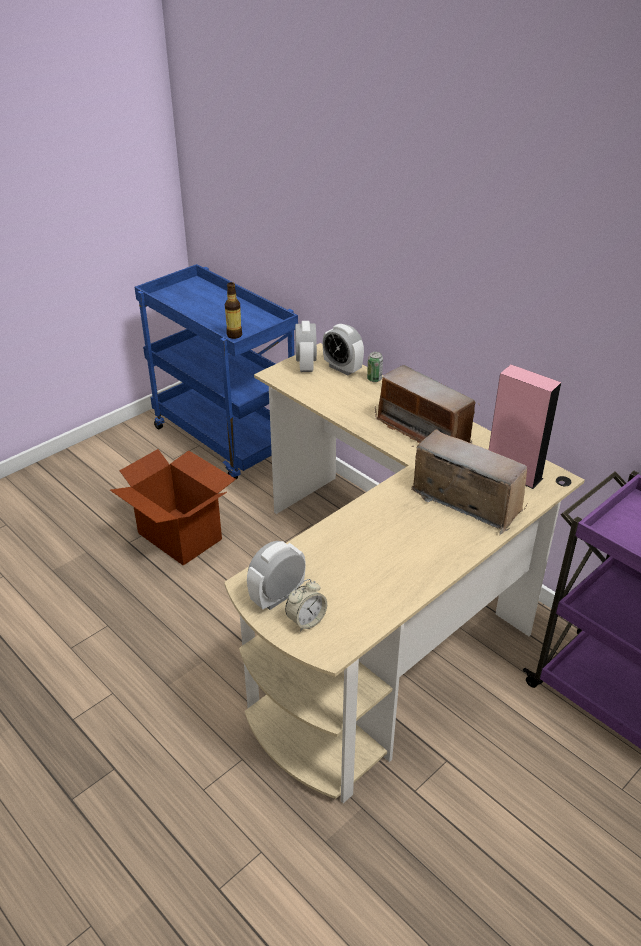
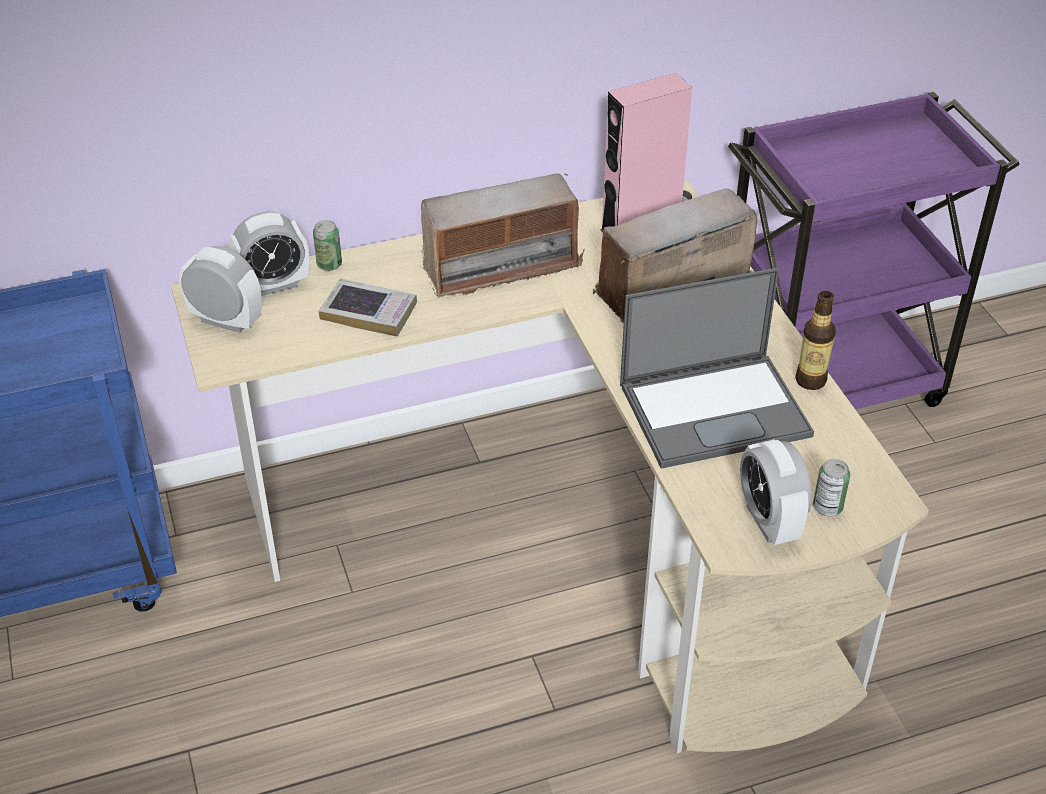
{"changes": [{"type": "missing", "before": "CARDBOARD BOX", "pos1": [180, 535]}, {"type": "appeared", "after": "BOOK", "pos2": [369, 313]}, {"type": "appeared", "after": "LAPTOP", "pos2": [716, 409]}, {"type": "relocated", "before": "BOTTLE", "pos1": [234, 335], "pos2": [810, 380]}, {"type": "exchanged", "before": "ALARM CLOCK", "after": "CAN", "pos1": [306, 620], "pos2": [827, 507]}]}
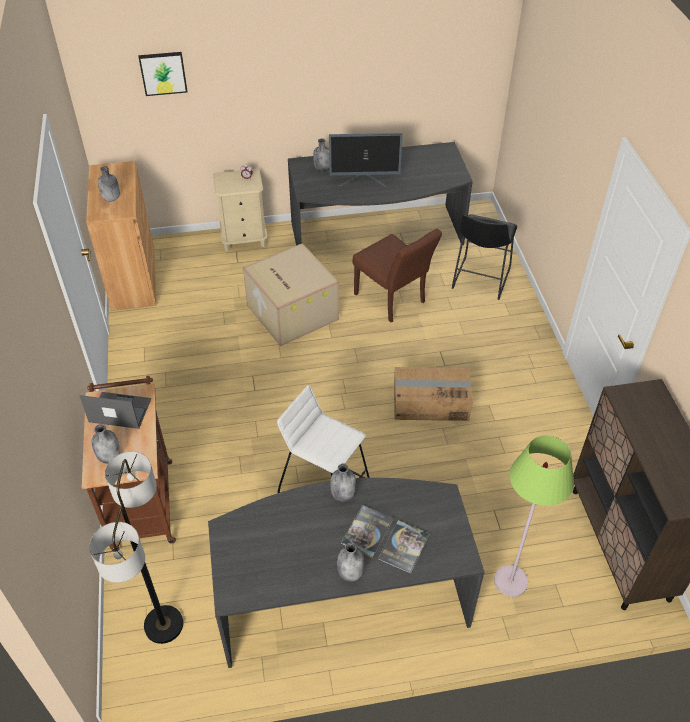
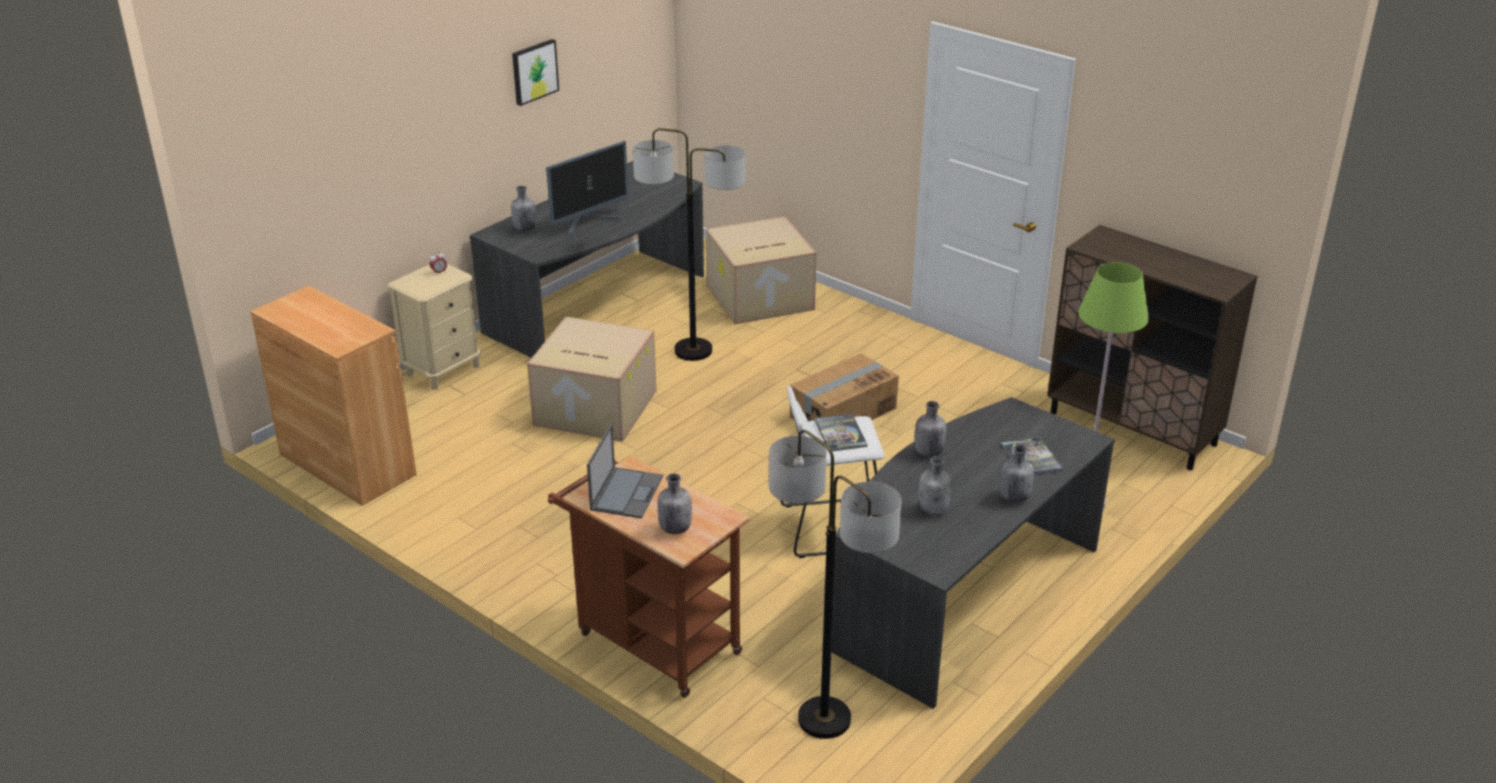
{"changes": [{"type": "relocated", "before": "GREY BOTTLE", "pos1": [112, 198], "pos2": [933, 509]}, {"type": "relocated", "before": "PICTURE", "pos1": [163, 73], "pos2": [534, 71]}, {"type": "relocated", "before": "BOOK", "pos1": [367, 531], "pos2": [840, 433]}, {"type": "exchanged", "before": "BROWN CHAIR", "after": "FLOOR LAMP", "pos1": [393, 301], "pos2": [693, 351]}, {"type": "exchanged", "before": "BLACK STOOL", "after": "CARDBOARD BOX", "pos1": [479, 281], "pos2": [759, 298]}, {"type": "spun", "before": "LAPTOP", "pos1": [119, 410], "pos2": [626, 492], "turn": 135}]}
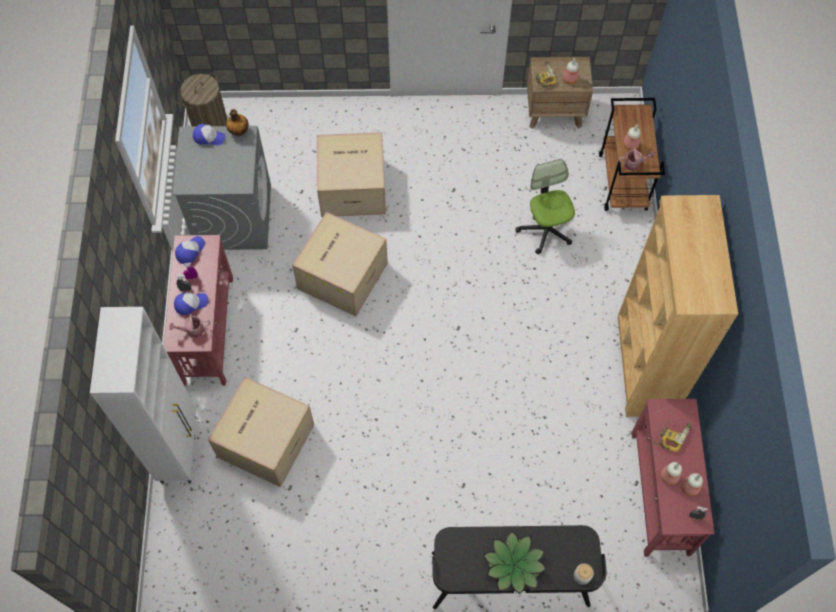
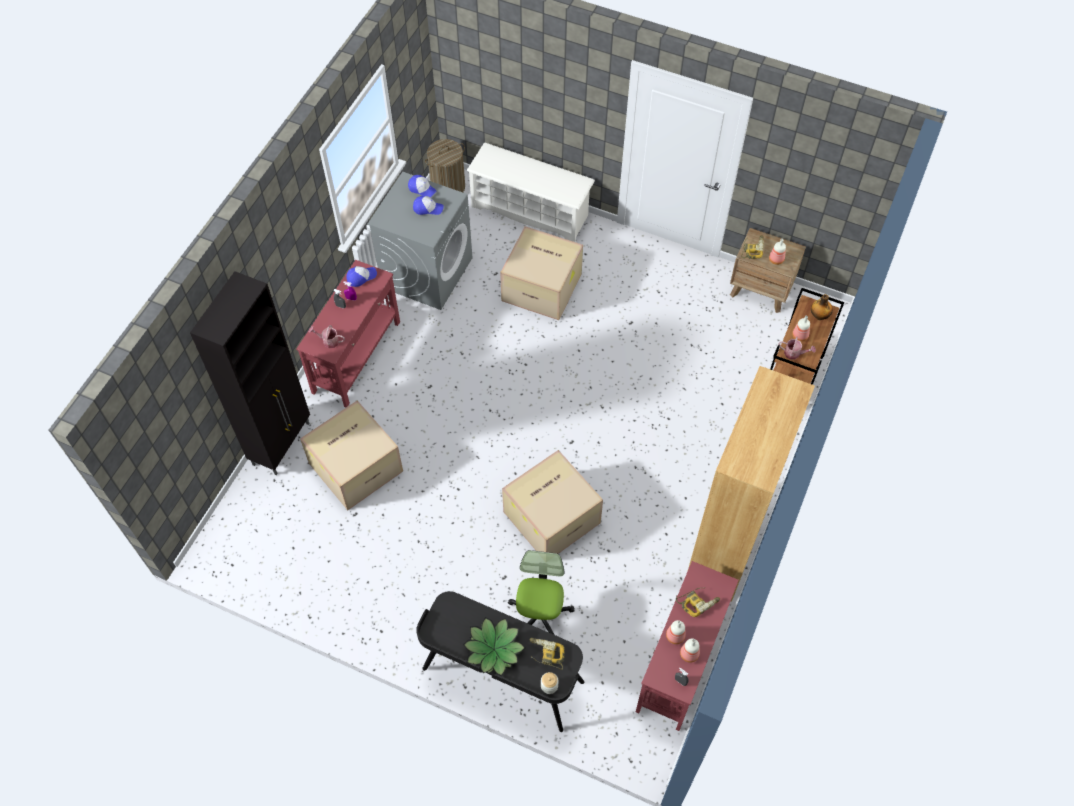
{"changes": [{"type": "appeared", "after": "WHITE SHOE RACK", "pos2": [530, 211]}, {"type": "appeared", "after": "POWER DRILL", "pos2": [546, 654]}, {"type": "relocated", "before": "CAP", "pos1": [191, 303], "pos2": [428, 208]}, {"type": "relocated", "before": "BOTTLE", "pos1": [239, 131], "pos2": [819, 316]}, {"type": "relocated", "before": "CARDBOARD BOX", "pos1": [342, 274], "pos2": [552, 516]}, {"type": "relocated", "before": "OFFICE CHAIR", "pos1": [546, 229], "pos2": [540, 614]}, {"type": "colour", "before": "WHITE CABINET", "after": "BLACK CABINET", "pos1": [179, 448], "pos2": [282, 443]}]}
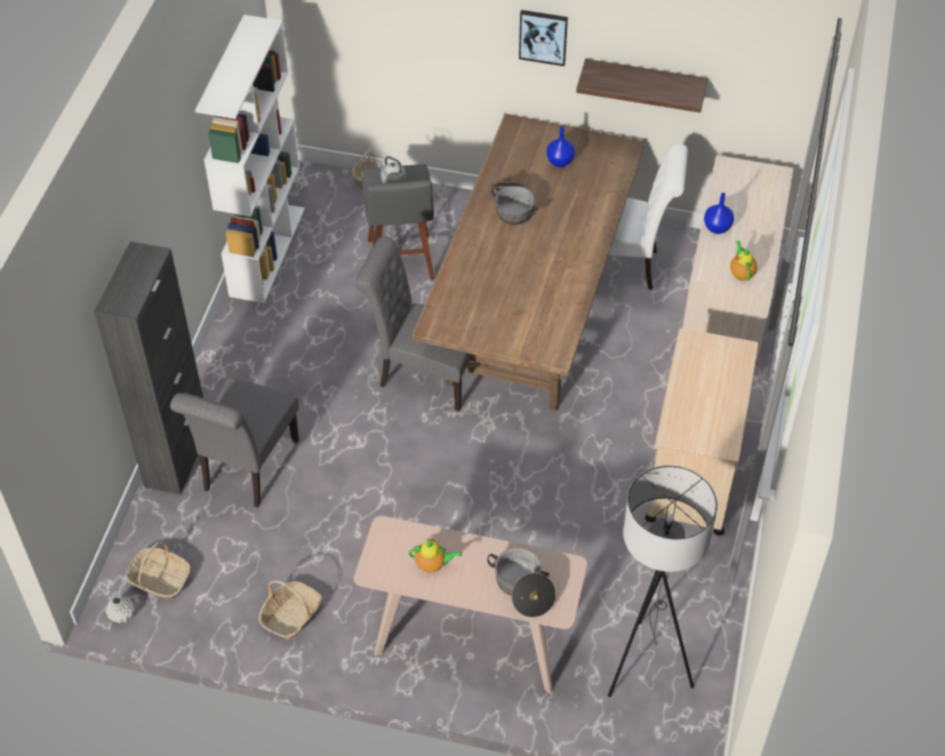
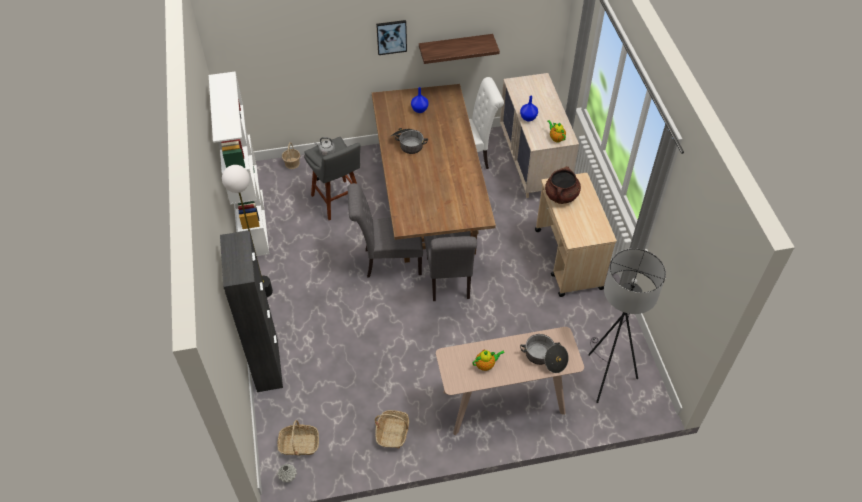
{"changes": [{"type": "appeared", "after": "FLOOR LAMP", "pos2": [265, 291]}, {"type": "appeared", "after": "BROWN COOKING POT", "pos2": [561, 196]}, {"type": "relocated", "before": "GREY CHAIR", "pos1": [247, 469], "pos2": [449, 281]}]}
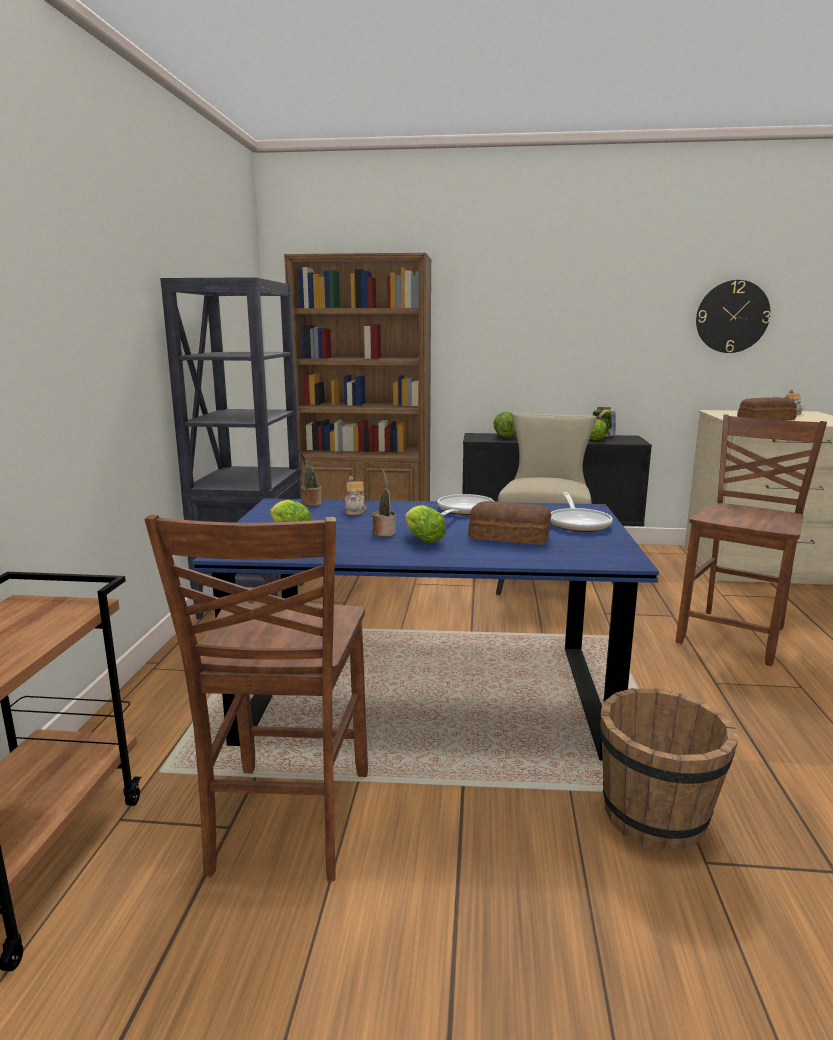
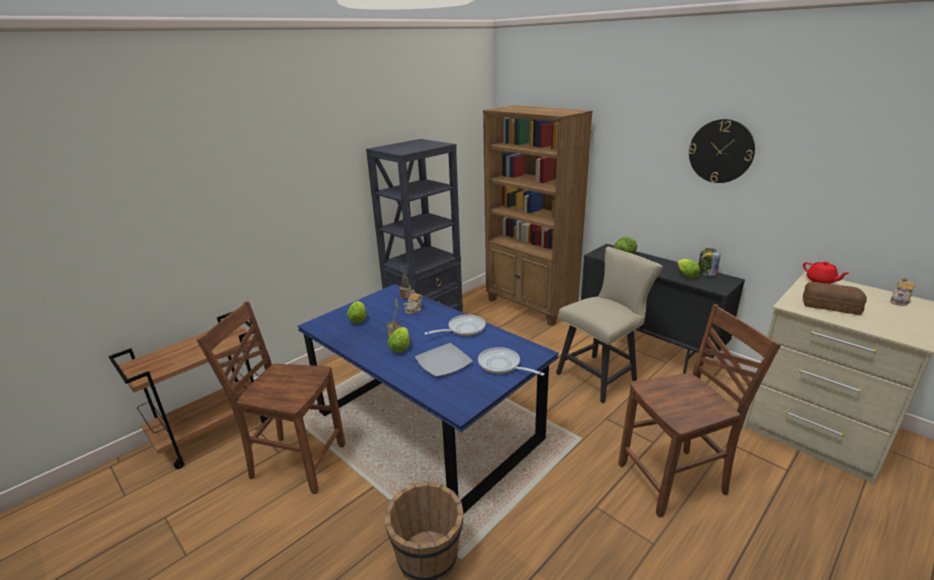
{"changes": [{"type": "appeared", "after": "RED TEAPOT", "pos2": [821, 281]}, {"type": "relocated", "before": "WALL CLOCK", "pos1": [732, 316], "pos2": [721, 151]}, {"type": "exchanged", "before": "BREAD", "after": "PLATE", "pos1": [510, 537], "pos2": [443, 362]}, {"type": "spun", "before": "BROWN CHAIR", "pos1": [287, 822], "pos2": [296, 462], "turn": 60}, {"type": "spun", "before": "FRYING PAN", "pos1": [578, 523], "pos2": [502, 365], "turn": 90}]}
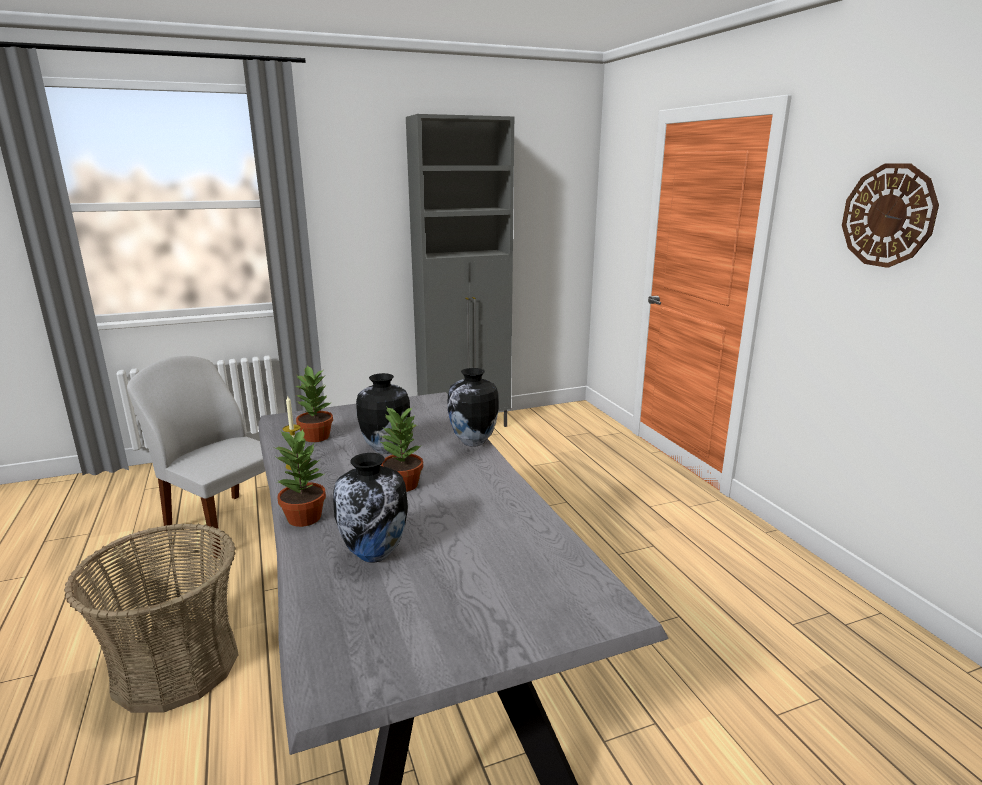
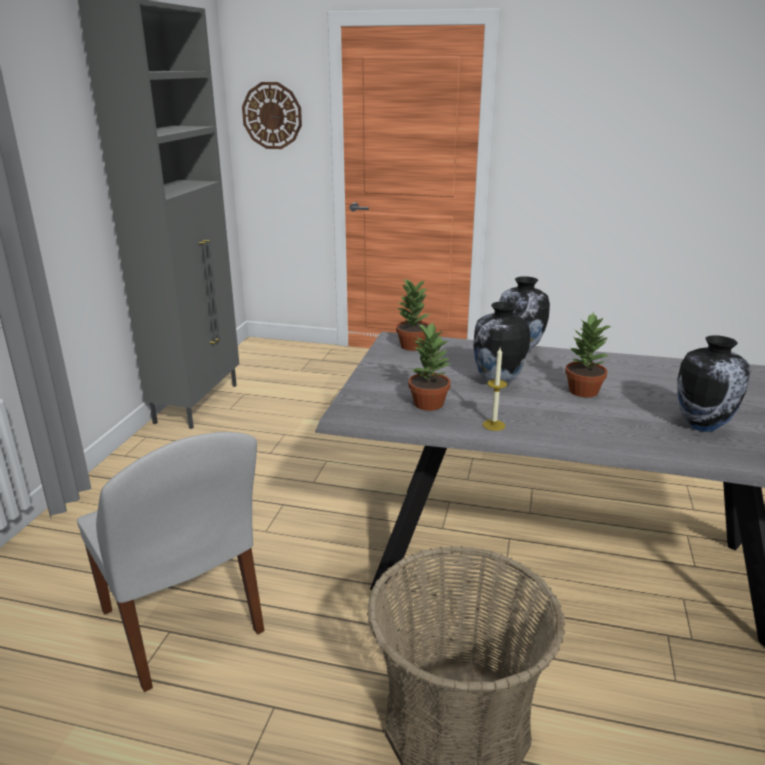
{"changes": [{"type": "relocated", "before": "POTTED PLANT", "pos1": [304, 517], "pos2": [412, 346]}, {"type": "relocated", "before": "WALL CLOCK", "pos1": [888, 215], "pos2": [272, 115]}, {"type": "spun", "before": "WHITE CHAIR", "pos1": [225, 524], "pos2": [183, 625], "turn": -105}]}
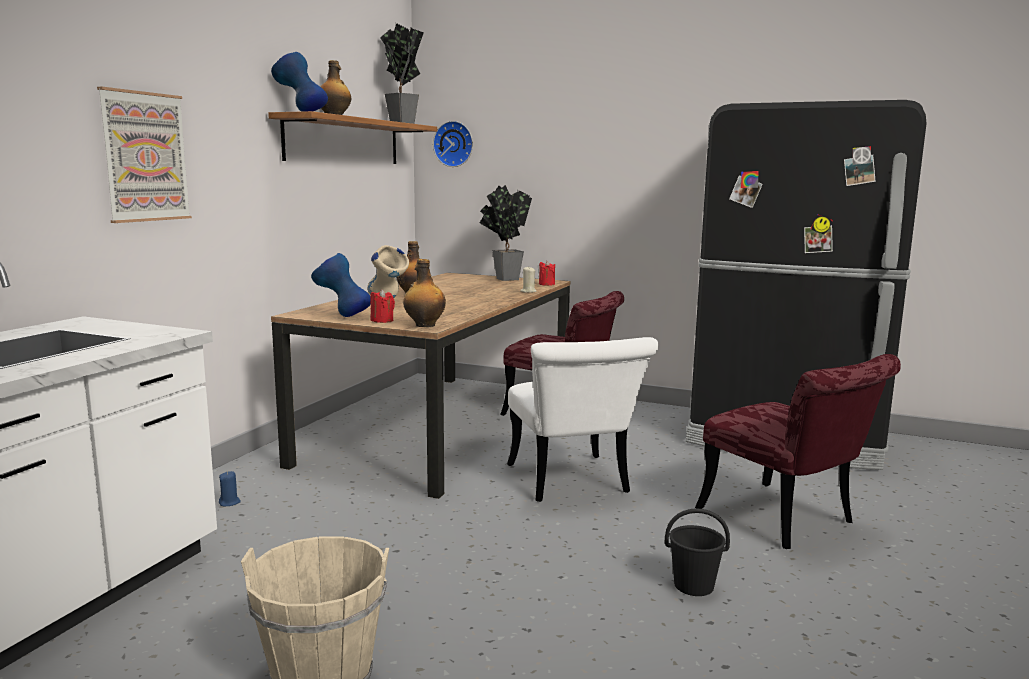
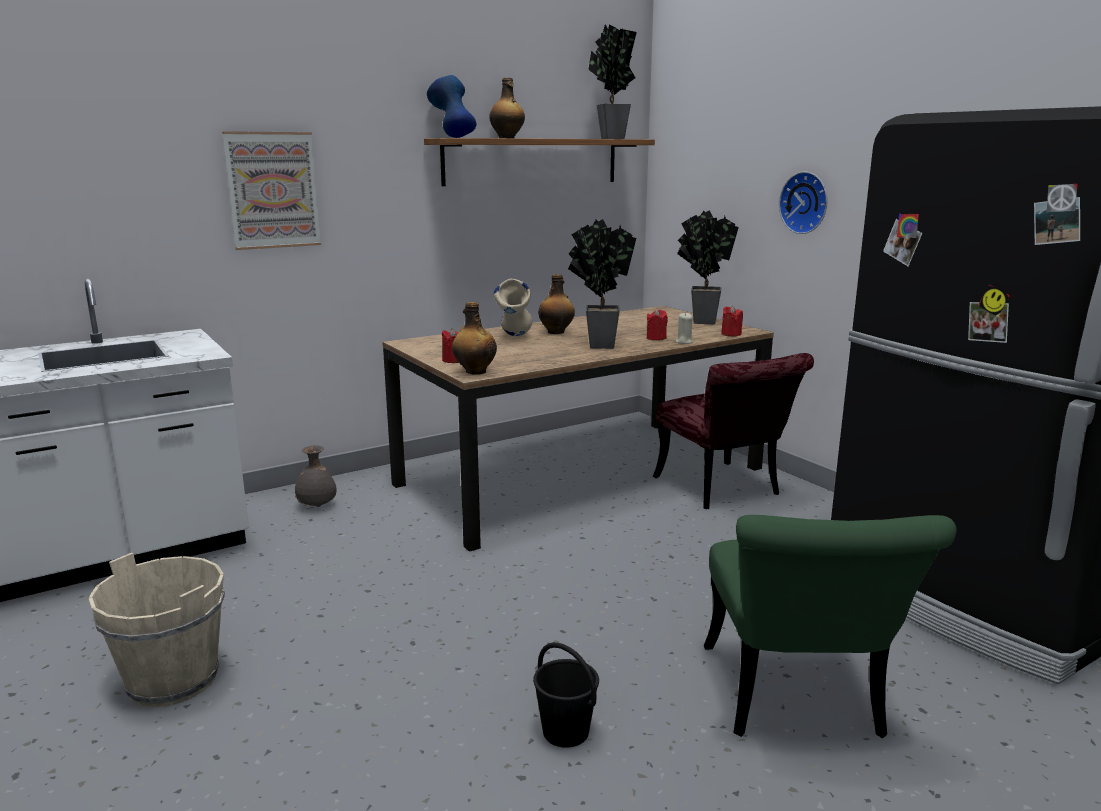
{"changes": [{"type": "missing", "before": "BLUE VASE", "pos1": [342, 316]}, {"type": "missing", "before": "WHITE CHAIR", "pos1": [572, 483]}, {"type": "appeared", "after": "POTTED PLANT", "pos2": [597, 345]}, {"type": "appeared", "after": "RED CANDLE", "pos2": [656, 338]}, {"type": "relocated", "before": "WALL CLOCK", "pos1": [454, 144], "pos2": [806, 202]}, {"type": "exchanged", "before": "BLUE CANDLE", "after": "GREY VASE", "pos1": [229, 502], "pos2": [317, 506]}, {"type": "colour", "before": "RED CHAIR", "after": "GREEN CHAIR", "pos1": [788, 521], "pos2": [796, 703]}]}
